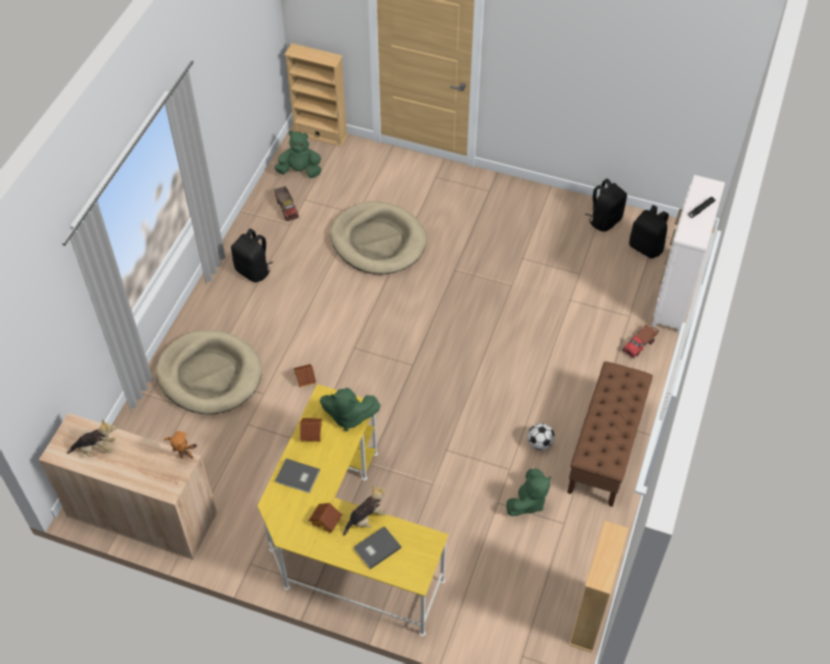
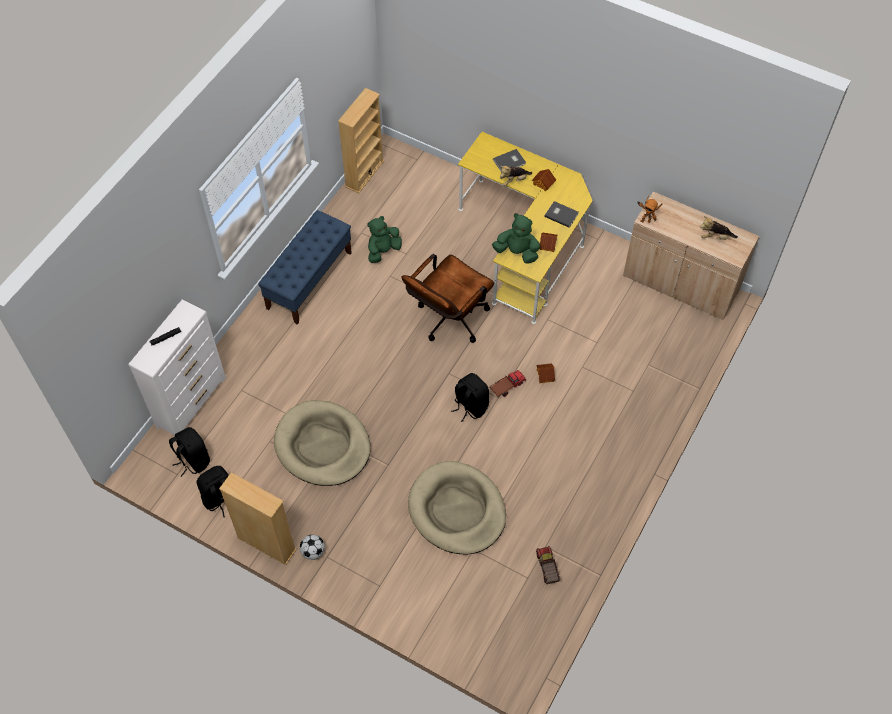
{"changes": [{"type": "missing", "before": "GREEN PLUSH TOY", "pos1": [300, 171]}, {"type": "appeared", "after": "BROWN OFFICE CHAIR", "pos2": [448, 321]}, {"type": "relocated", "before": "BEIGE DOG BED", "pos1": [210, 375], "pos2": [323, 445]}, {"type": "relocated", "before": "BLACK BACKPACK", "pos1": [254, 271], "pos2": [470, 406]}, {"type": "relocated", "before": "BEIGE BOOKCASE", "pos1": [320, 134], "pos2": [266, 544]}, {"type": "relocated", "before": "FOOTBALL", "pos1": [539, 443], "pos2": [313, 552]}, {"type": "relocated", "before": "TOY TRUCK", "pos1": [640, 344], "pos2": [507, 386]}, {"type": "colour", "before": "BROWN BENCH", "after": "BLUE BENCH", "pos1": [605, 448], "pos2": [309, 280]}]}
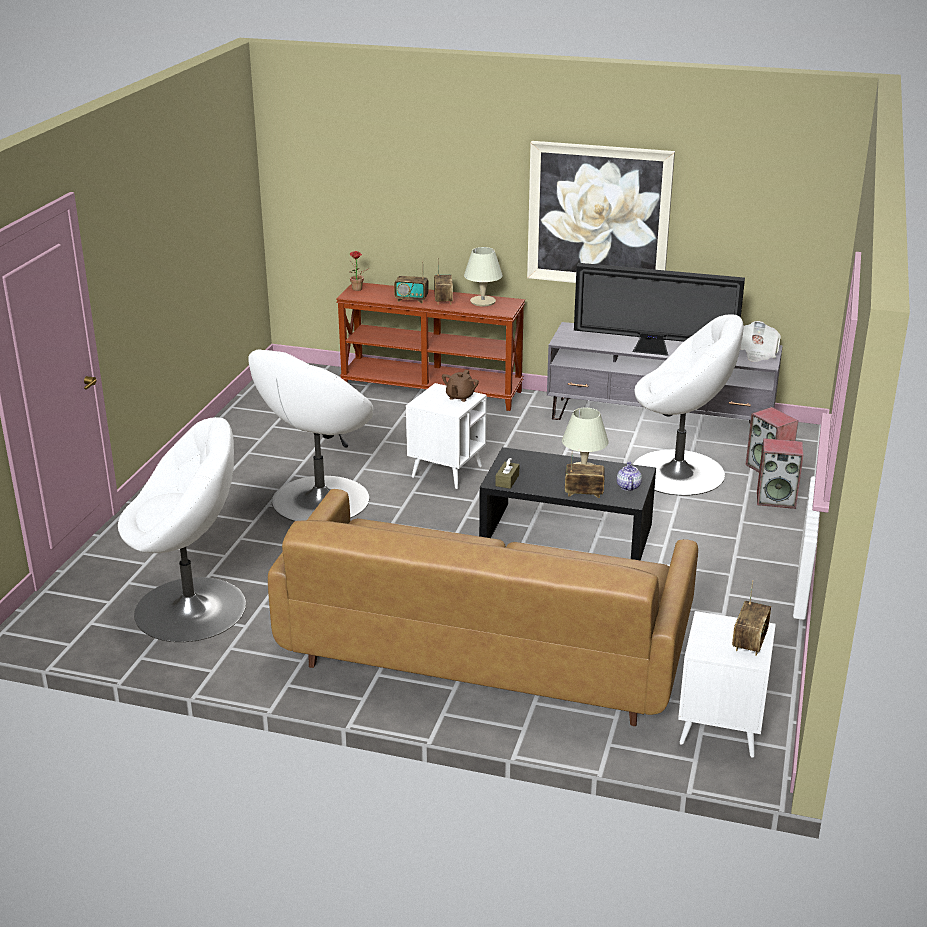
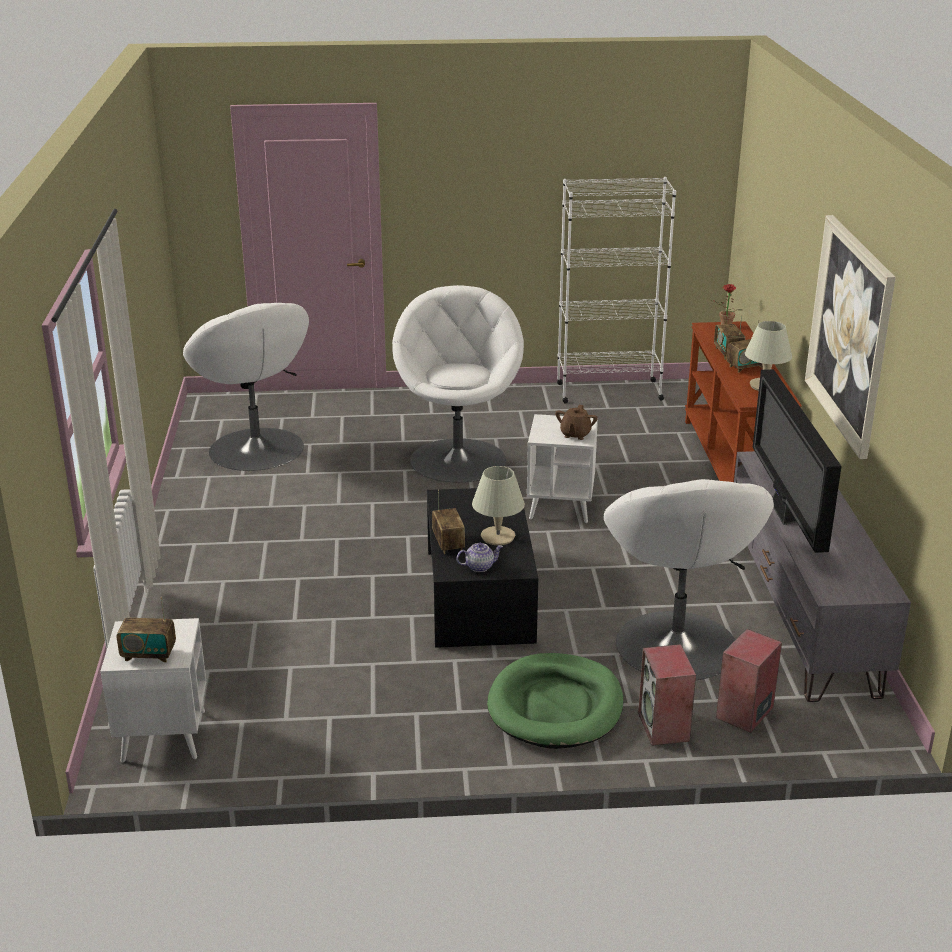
{"changes": [{"type": "missing", "before": "BROWN SOFA", "pos1": [484, 652]}, {"type": "missing", "before": "BROWN TISSUE BOX", "pos1": [507, 480]}, {"type": "missing", "before": "NEWSPAPER", "pos1": [757, 353]}, {"type": "appeared", "after": "GREEN DOG BED", "pos2": [555, 706]}, {"type": "appeared", "after": "WHITE BOOKCASE", "pos2": [608, 392]}, {"type": "spun", "before": "WHITE ARMCHAIR", "pos1": [319, 500], "pos2": [458, 459], "turn": 75}, {"type": "spun", "before": "BROWN TEAPOT", "pos1": [460, 397], "pos2": [575, 434], "turn": -75}]}
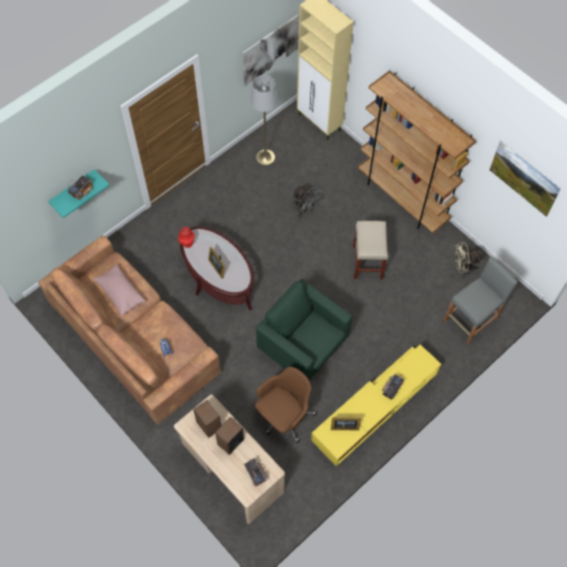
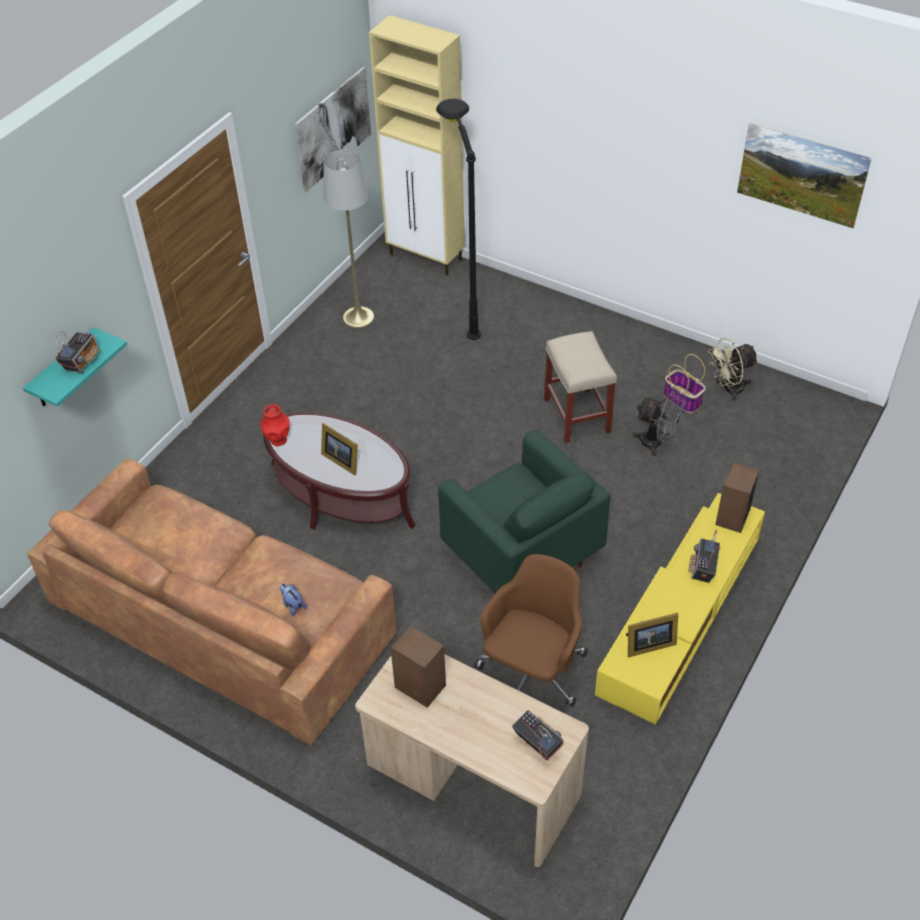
{"changes": [{"type": "missing", "before": "PINK PILLOW", "pos1": [120, 293]}, {"type": "missing", "before": "BROWN BOOKCASE", "pos1": [402, 198]}, {"type": "missing", "before": "GREY STOOL", "pos1": [471, 320]}, {"type": "appeared", "after": "BLACK FLOOR LAMP", "pos2": [462, 306]}, {"type": "appeared", "after": "BASKET", "pos2": [683, 399]}, {"type": "relocated", "before": "SPEAKER", "pos1": [230, 441], "pos2": [732, 516]}, {"type": "relocated", "before": "GREY FAN", "pos1": [305, 210], "pos2": [657, 443]}, {"type": "spun", "before": "GREEN ARMCHAIR", "pos1": [303, 346], "pos2": [521, 557], "turn": -150}]}
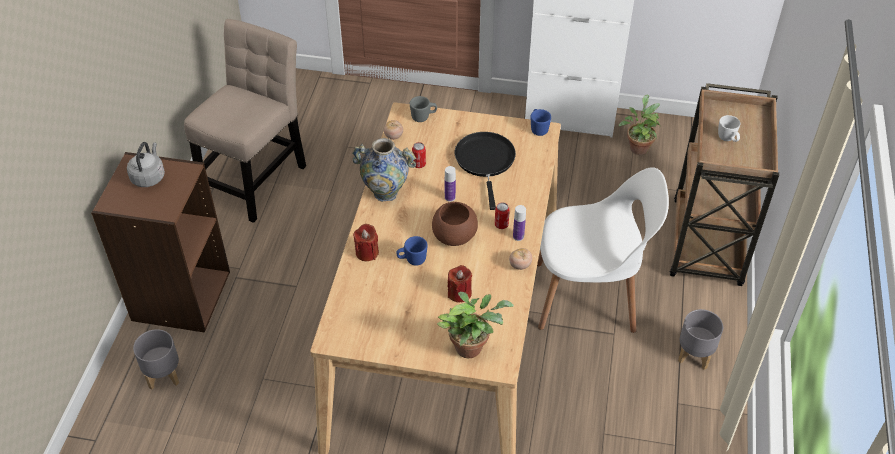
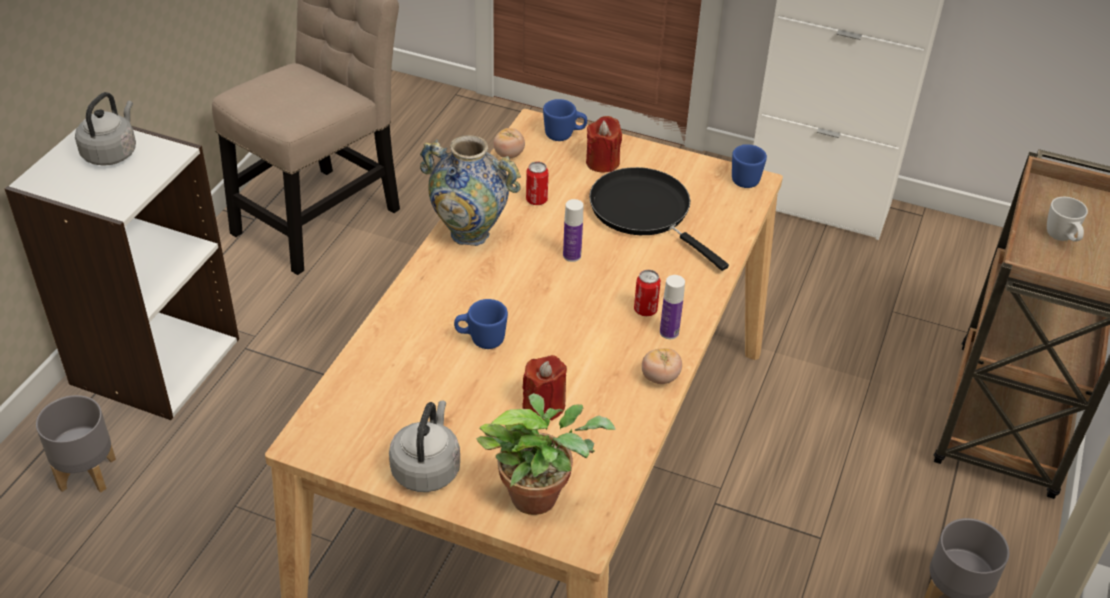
{"changes": [{"type": "missing", "before": "BROWN BOWL", "pos1": [454, 236]}, {"type": "missing", "before": "WHITE CHAIR", "pos1": [589, 297]}, {"type": "missing", "before": "POTTED PLANT", "pos1": [638, 147]}, {"type": "appeared", "after": "GREY KETTLE", "pos2": [427, 468]}, {"type": "relocated", "before": "RED CANDLE", "pos1": [367, 252], "pos2": [602, 162]}, {"type": "colour", "before": "BROWN BOOKCASE", "after": "WHITE BOOKCASE", "pos1": [180, 295], "pos2": [154, 360]}, {"type": "colour", "before": "GREY MUG", "after": "BLUE MUG", "pos1": [423, 117], "pos2": [564, 135]}, {"type": "spun", "before": "BLACK FRYING PAN", "pos1": [485, 161], "pos2": [645, 212], "turn": -45}]}
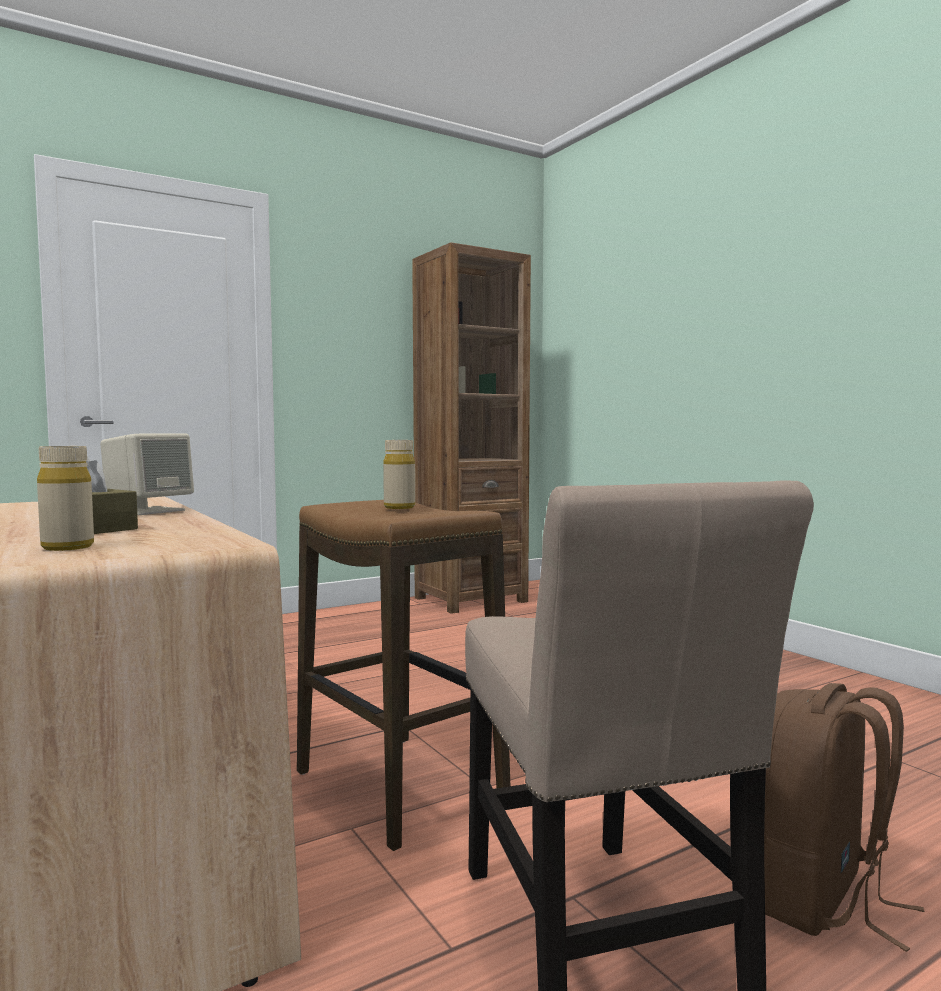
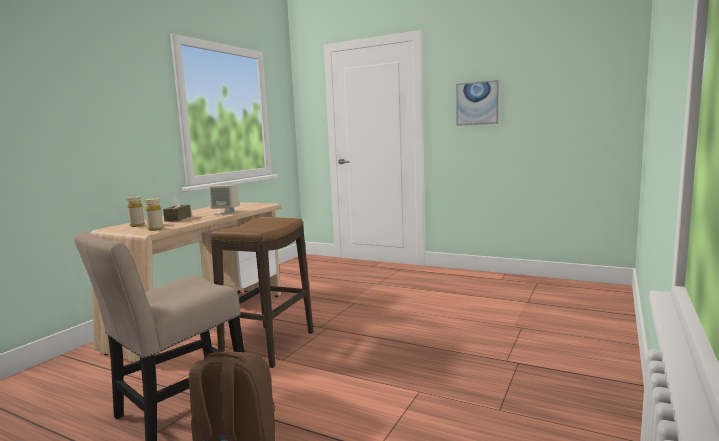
{"changes": [{"type": "missing", "before": "BROWN BOOKCASE", "pos1": [470, 599]}, {"type": "appeared", "after": "PICTURE", "pos2": [477, 103]}, {"type": "relocated", "before": "BEIGE BOTTLE", "pos1": [399, 507], "pos2": [155, 229]}]}
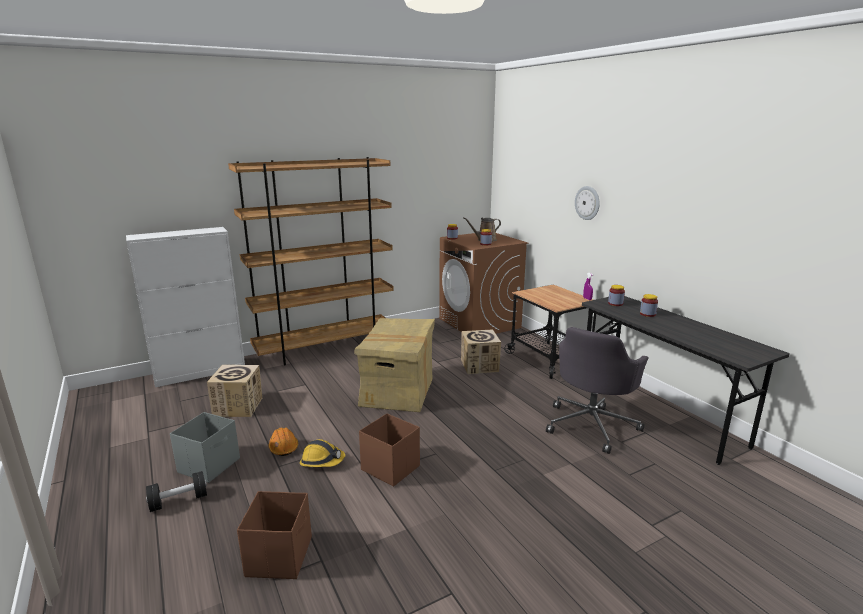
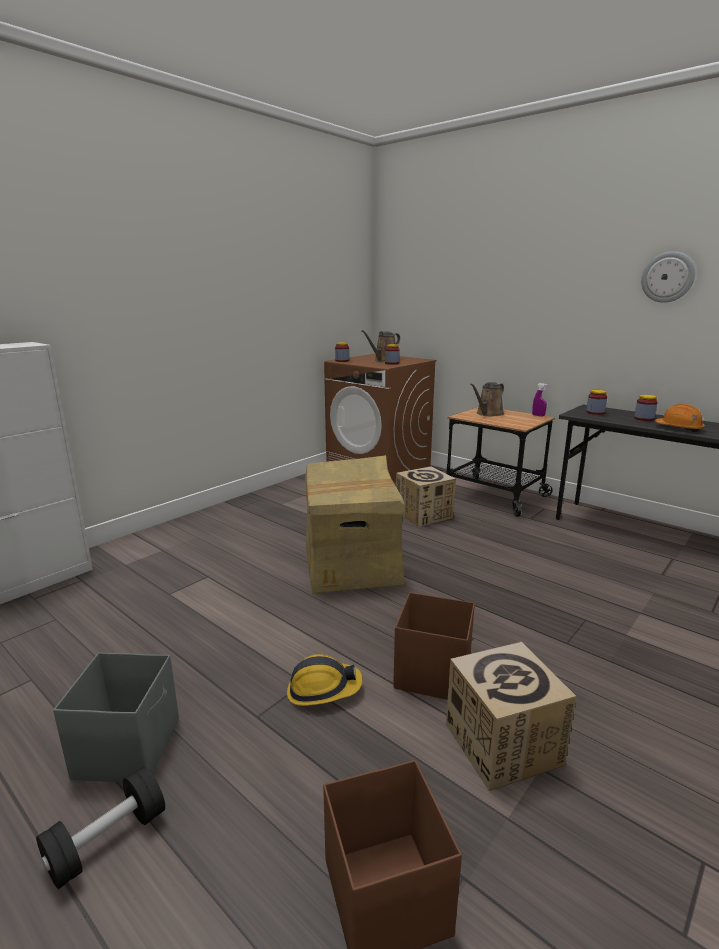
{"changes": [{"type": "missing", "before": "BROWN BOOKCASE", "pos1": [326, 348]}, {"type": "missing", "before": "GREY OFFICE CHAIR", "pos1": [591, 425]}, {"type": "appeared", "after": "BROWN WATERING CAN", "pos2": [488, 414]}, {"type": "relocated", "before": "CARDBOARD BOX", "pos1": [238, 407], "pos2": [502, 744]}, {"type": "relocated", "before": "ORANGE HARD HAT", "pos1": [283, 447], "pos2": [678, 428]}, {"type": "relocated", "before": "WALL CLOCK", "pos1": [587, 203], "pos2": [668, 277]}]}
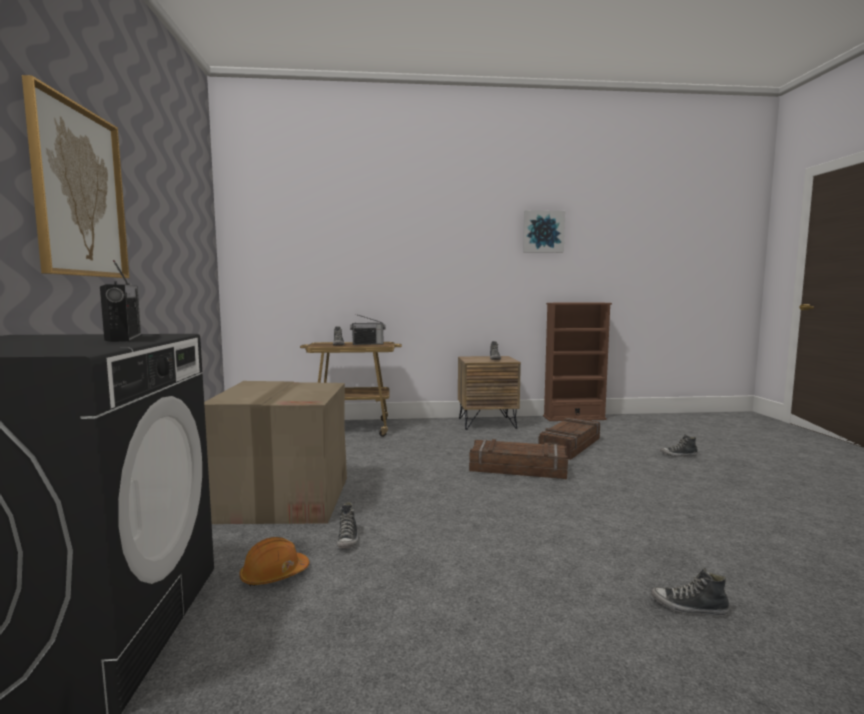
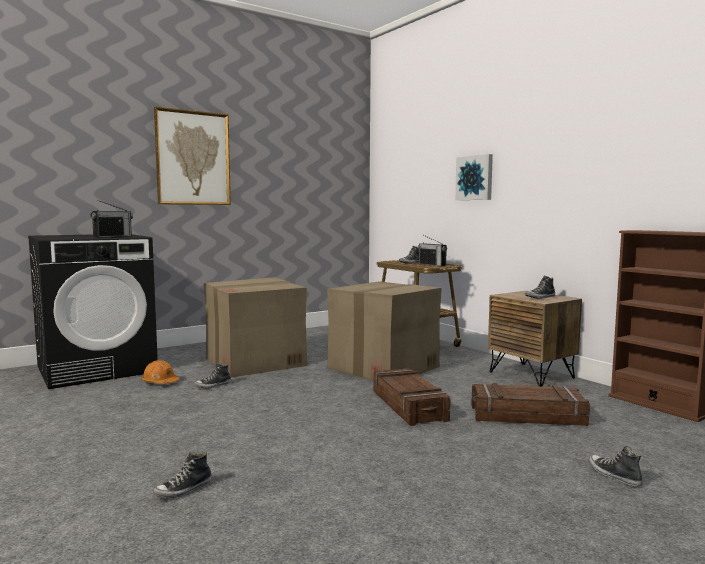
{"changes": [{"type": "appeared", "after": "CARDBOARD BOX", "pos2": [383, 367]}, {"type": "relocated", "before": "PICTURE", "pos1": [543, 232], "pos2": [475, 178]}, {"type": "spun", "before": "SHOE", "pos1": [689, 608], "pos2": [184, 490], "turn": -120}]}
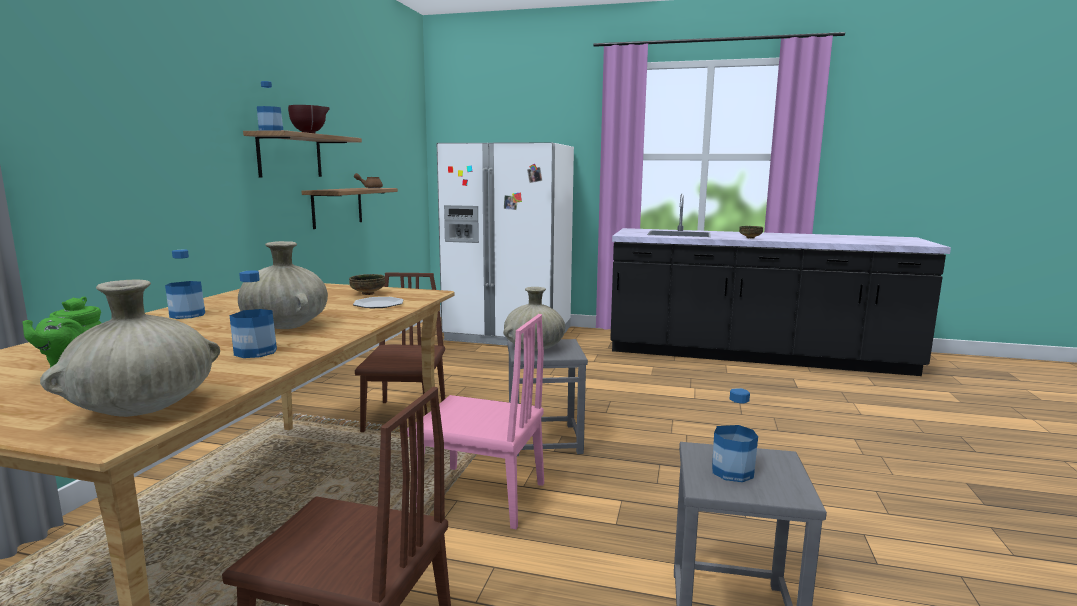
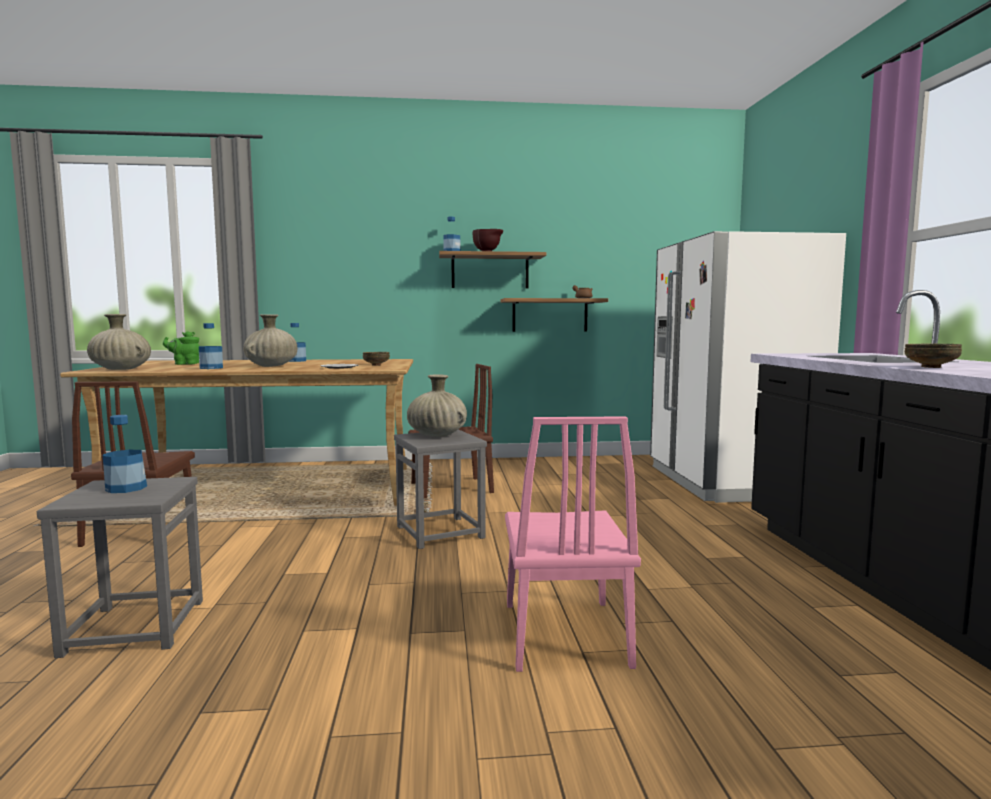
{"changes": [{"type": "relocated", "before": "PINK CHAIR", "pos1": [480, 496], "pos2": [564, 633]}]}
